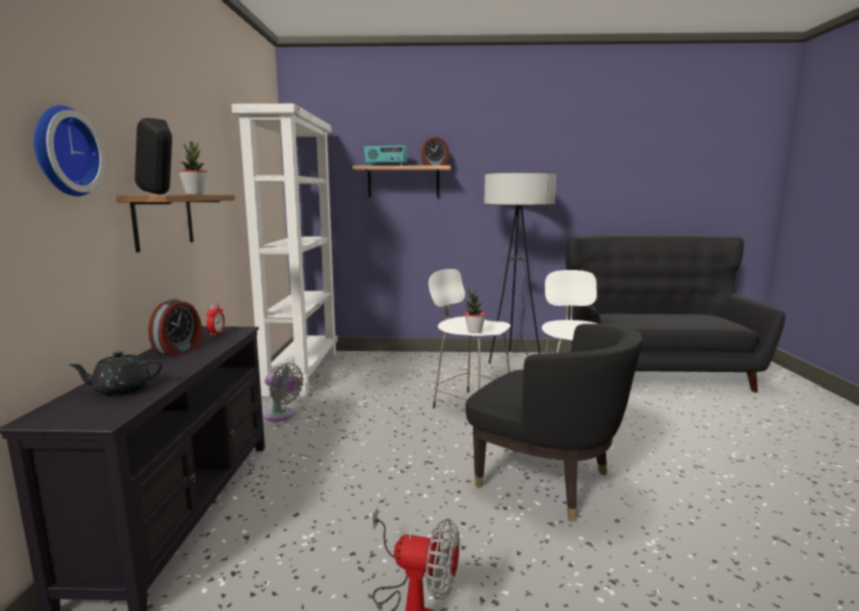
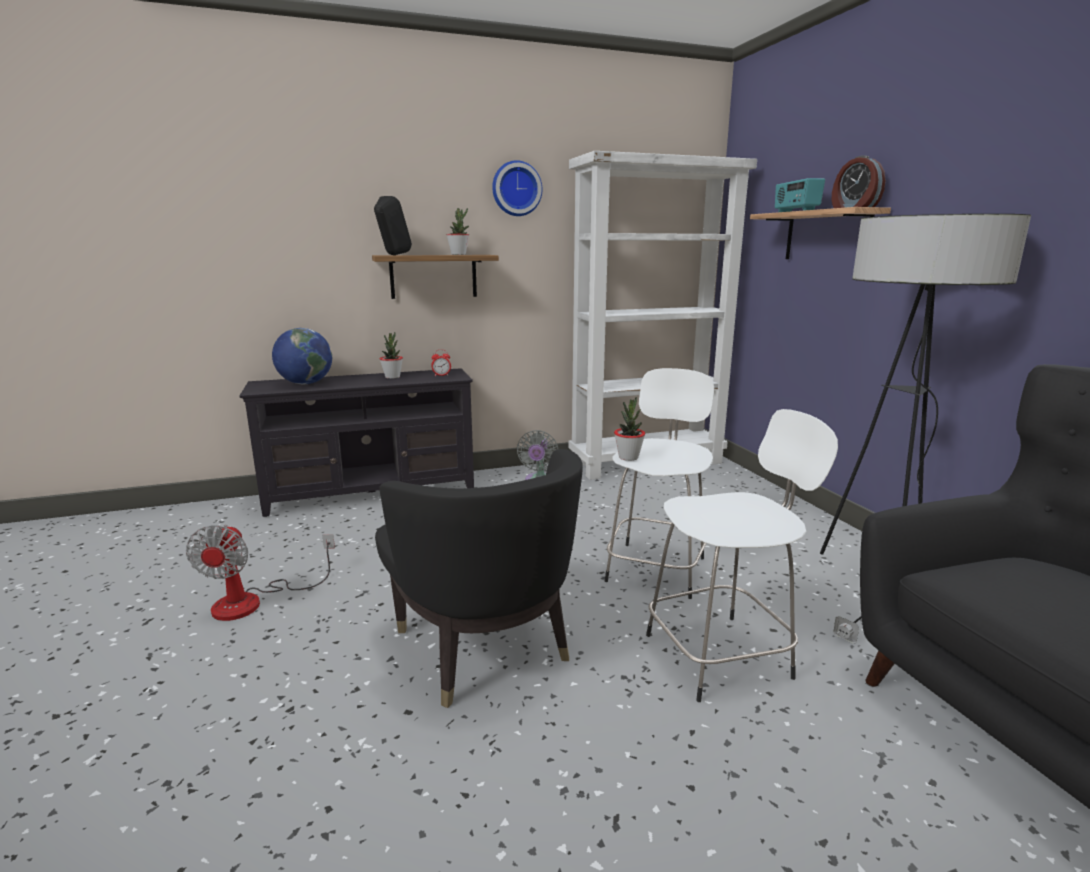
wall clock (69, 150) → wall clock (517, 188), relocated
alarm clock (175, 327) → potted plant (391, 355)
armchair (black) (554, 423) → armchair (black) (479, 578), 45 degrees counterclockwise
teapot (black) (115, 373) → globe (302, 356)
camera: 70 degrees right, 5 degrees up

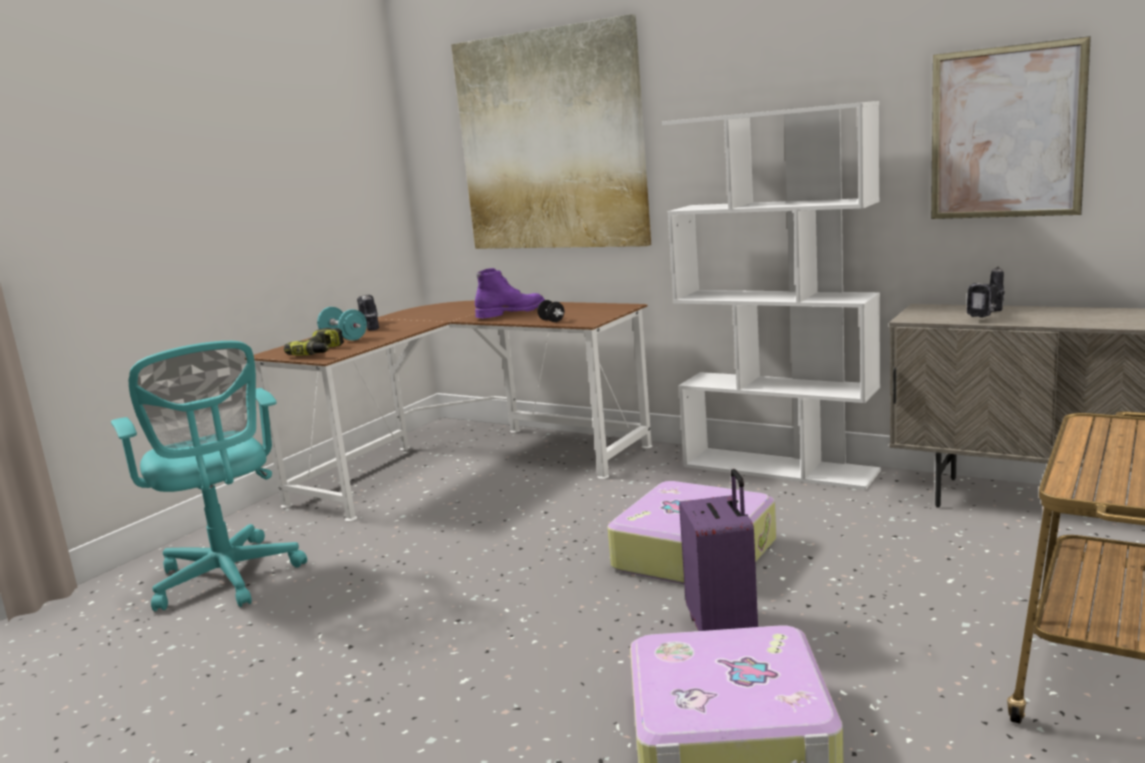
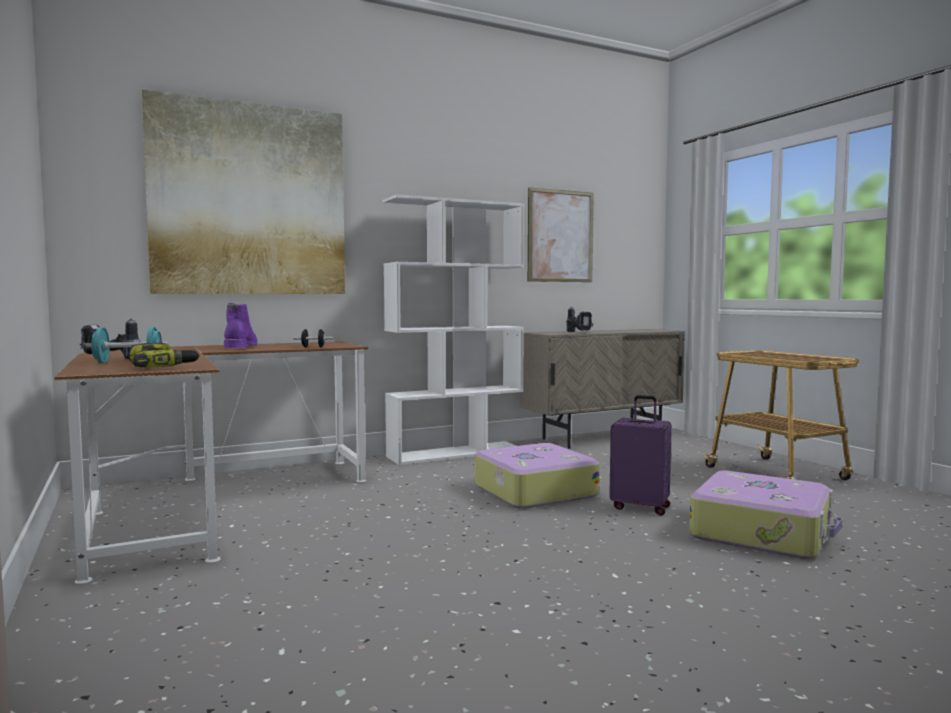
office chair (turquoise) (209, 476) → -
camera: 60 degrees left, 10 degrees down

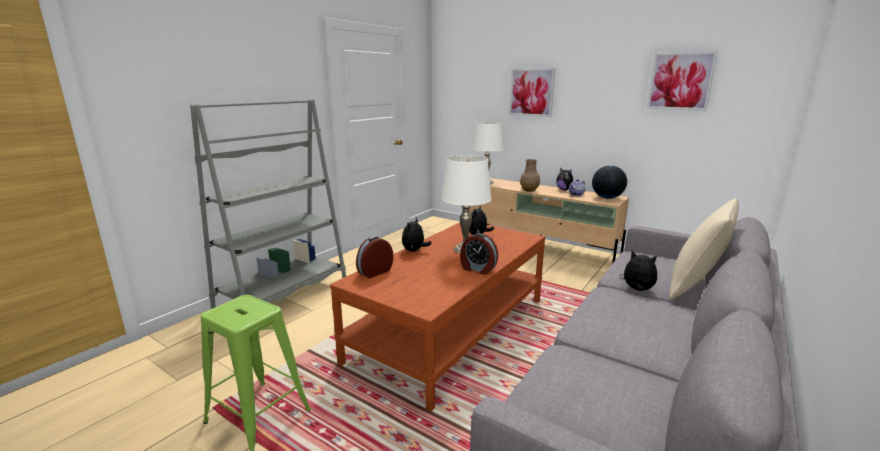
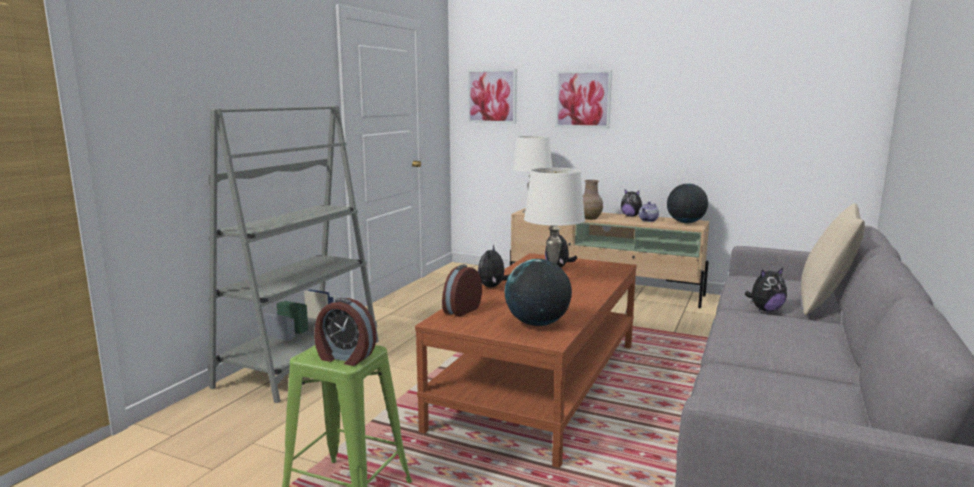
picture (682, 81) → picture (492, 96), relocated
alarm clock (479, 254) → alarm clock (345, 332), relocated
plush toy (638, 271) → plush toy (766, 289), 135 degrees clockwise
- → globe (538, 292)
camera: 10 degrees left, 5 degrees down

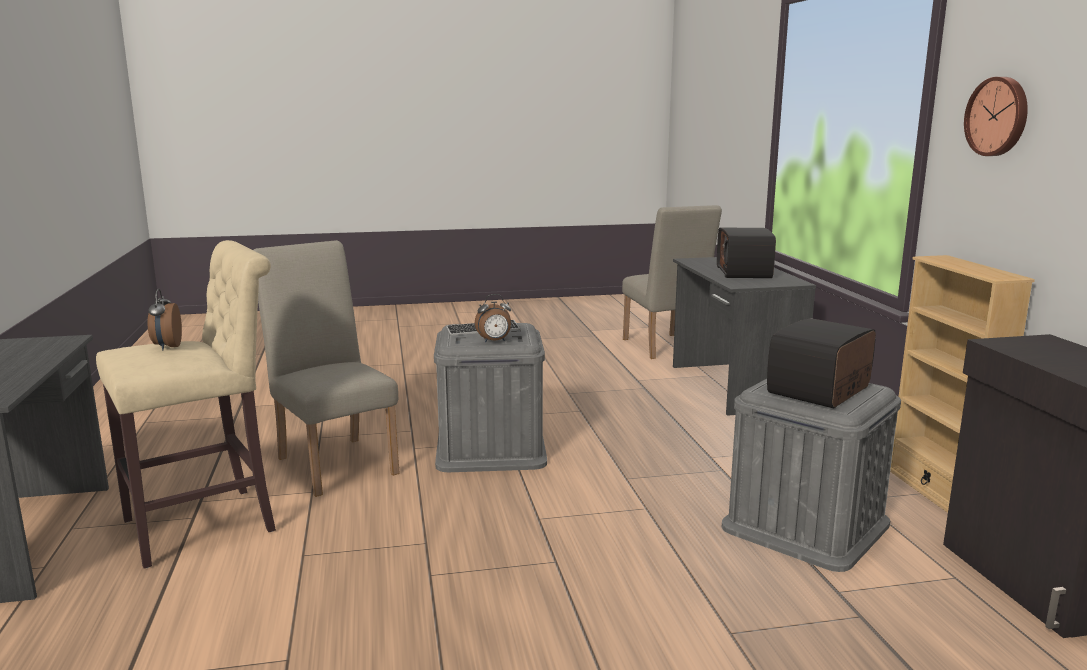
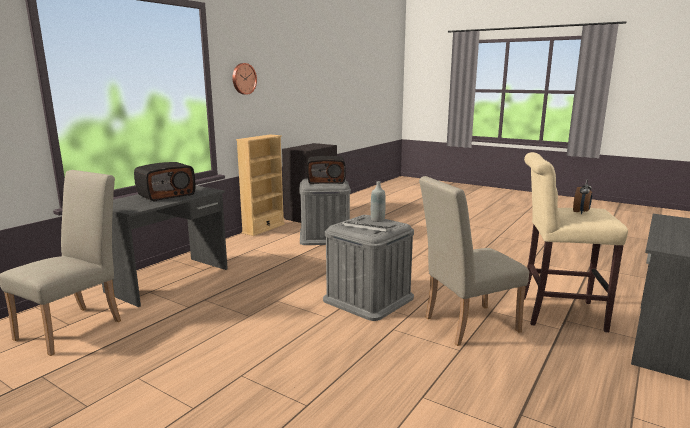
chair (beige) (327, 368) → chair (beige) (474, 261), 60 degrees clockwise
alarm clock (493, 318) → bottle (grey) (378, 201)
camera: 135 degrees left, 0 degrees up

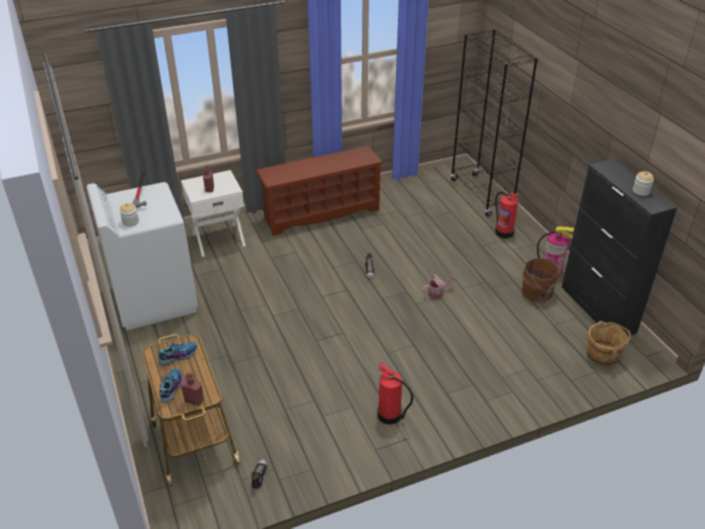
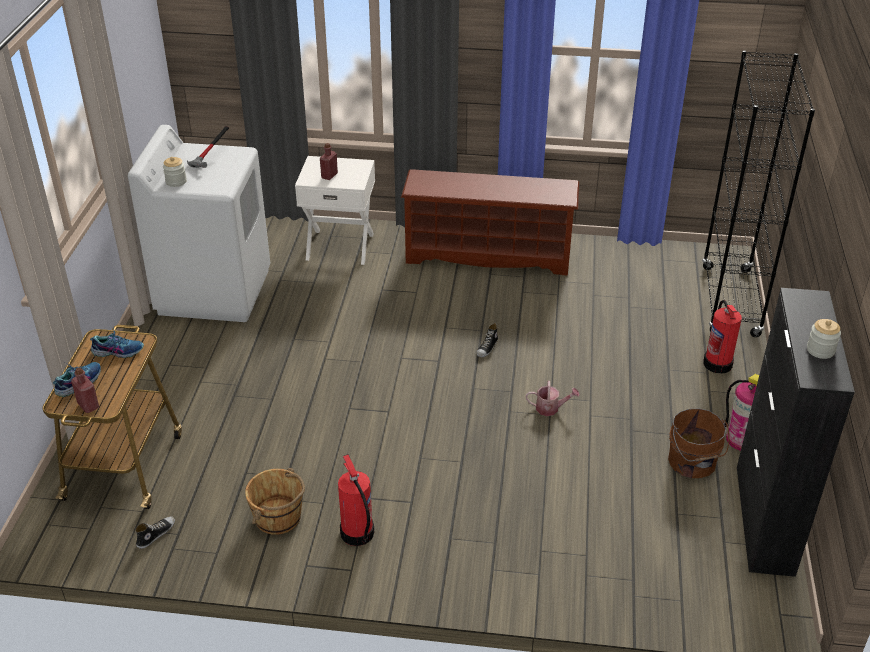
bucket (brown) (609, 343) → bucket (brown) (275, 501), relocated
camera: 30 degrees right, 0 degrees up

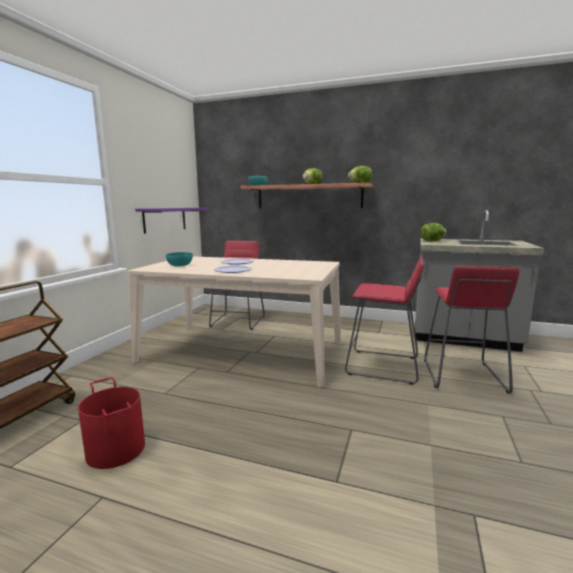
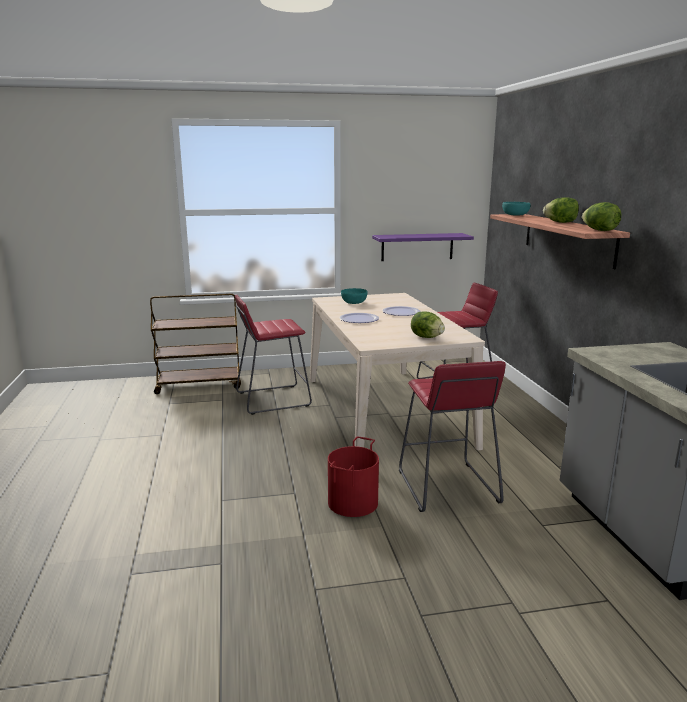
lettuce (434, 232) → lettuce (428, 325), relocated
stool (red) (472, 330) → stool (red) (273, 354), relocated
bucket (red) (111, 423) → bucket (red) (353, 476), relocated
camera: 60 degrees right, 5 degrees up

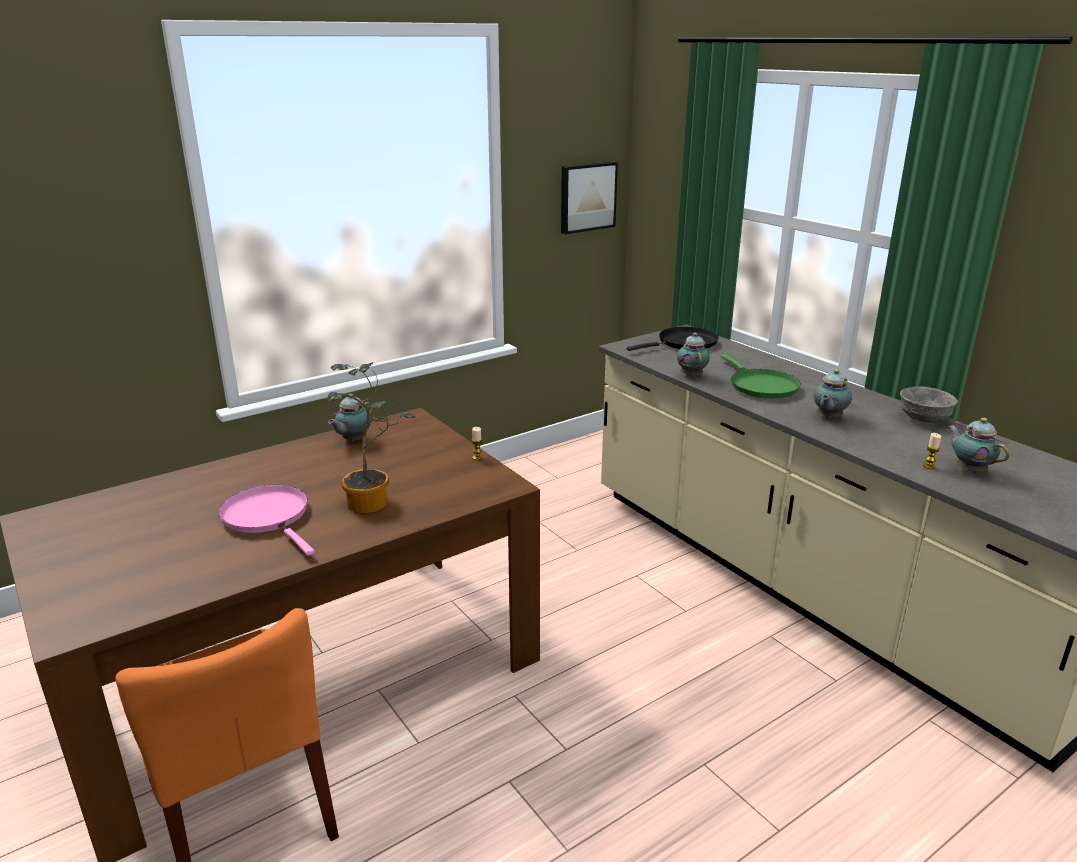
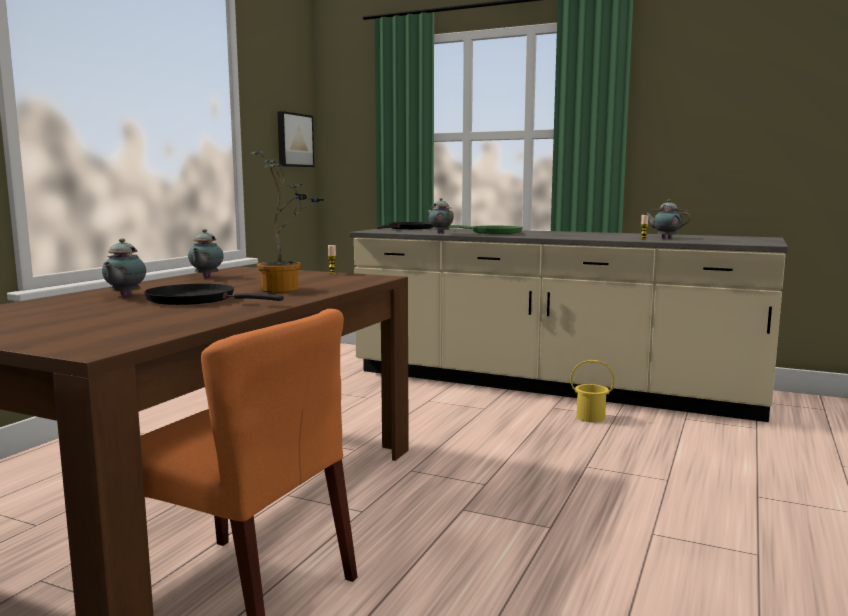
teapot (833, 394) → teapot (124, 267), relocated
bowl (grey) (929, 404) → -
frying pan (pink) (267, 520) → frying pan (black) (214, 294)
- → bucket (yellow) (592, 391)
camera: 30 degrees left, 15 degrees down

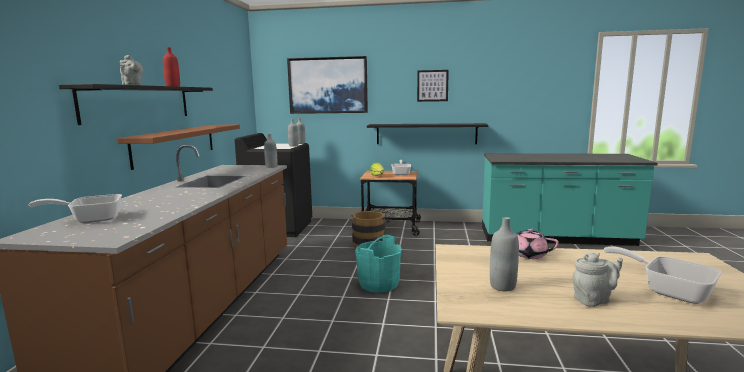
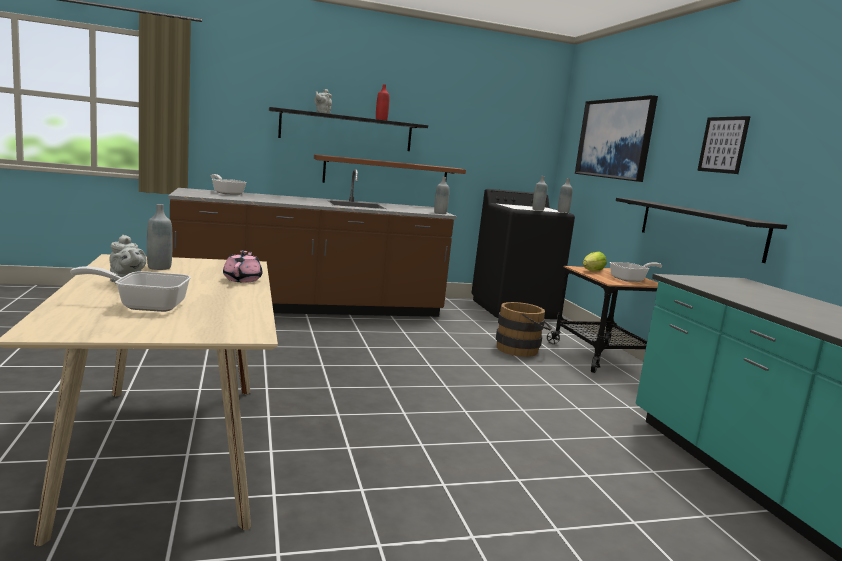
bucket (turquoise) (378, 264) → -
frying pan (663, 275) → frying pan (130, 289), 120 degrees counterclockwise
camera: 65 degrees right, 0 degrees up

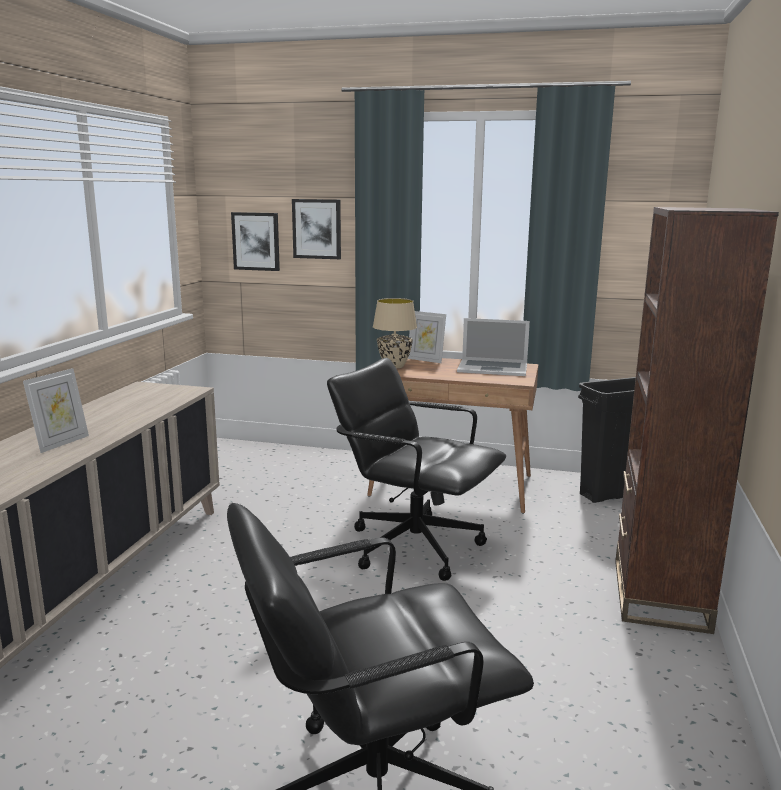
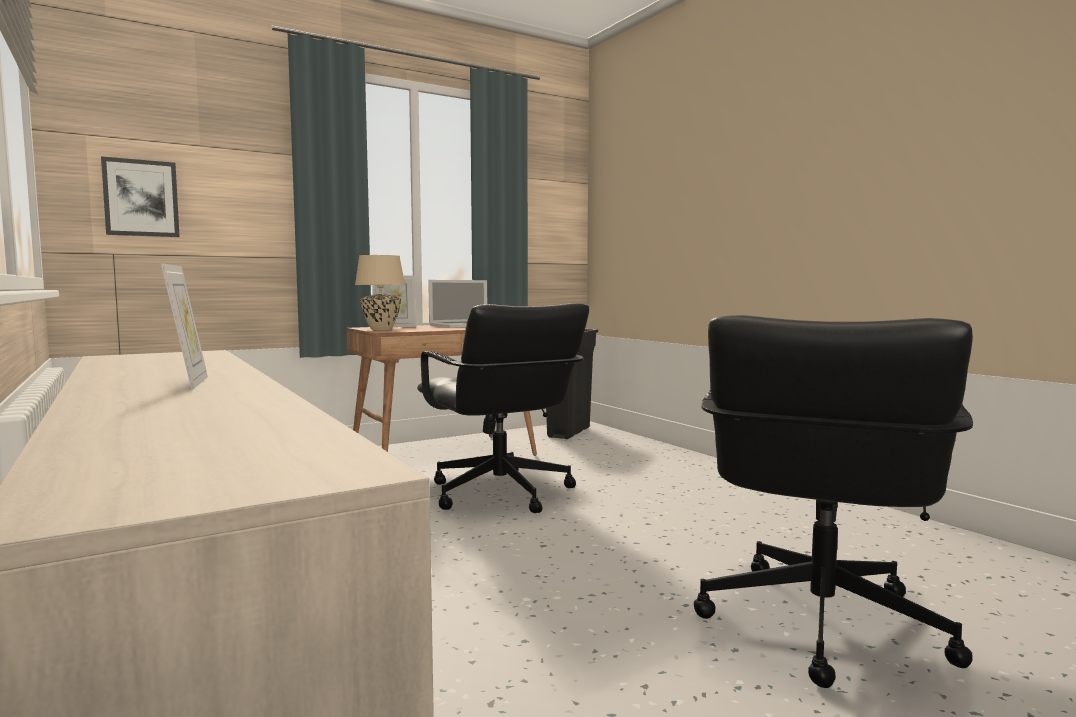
picture (316, 229) → -
bookcase (brown) (697, 420) → -
office chair (black) (416, 469) → office chair (black) (503, 408), 105 degrees counterclockwise
camera: 45 degrees left, 10 degrees down

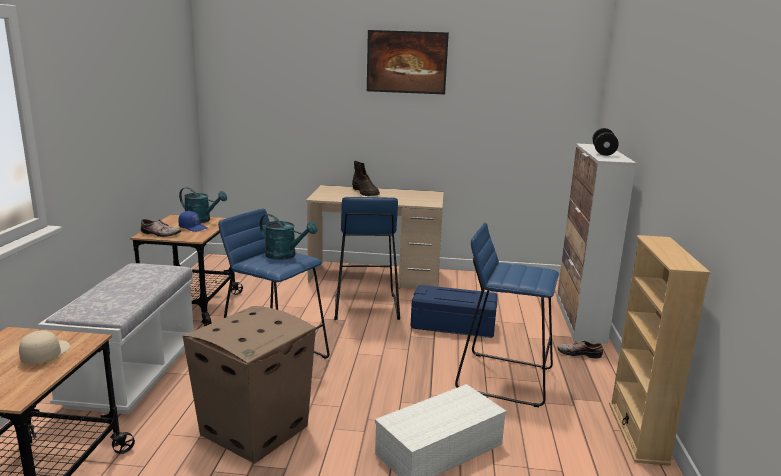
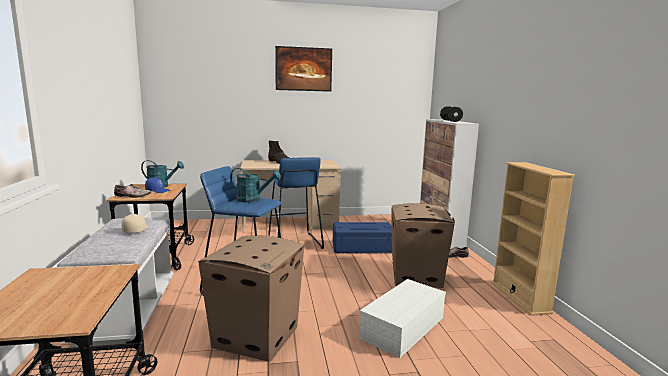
stool (blue) (507, 314) → cardboard box (423, 245)
cap (beige) (45, 347) → cap (beige) (134, 223), relocated
camera: 15 degrees left, 5 degrees down

